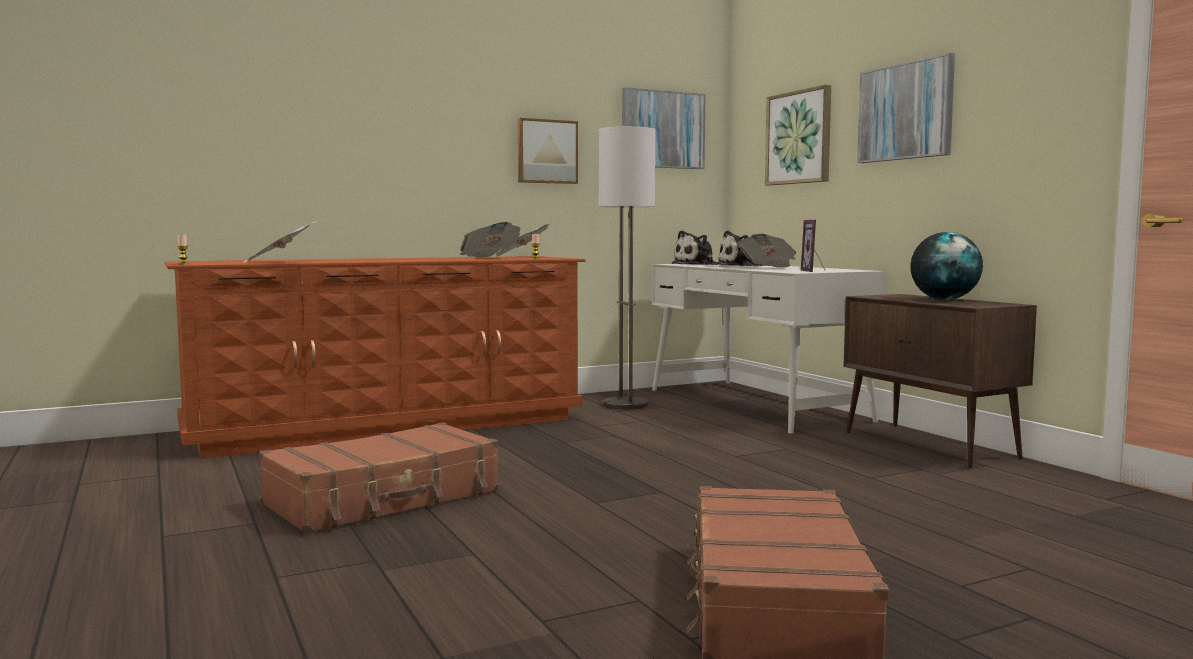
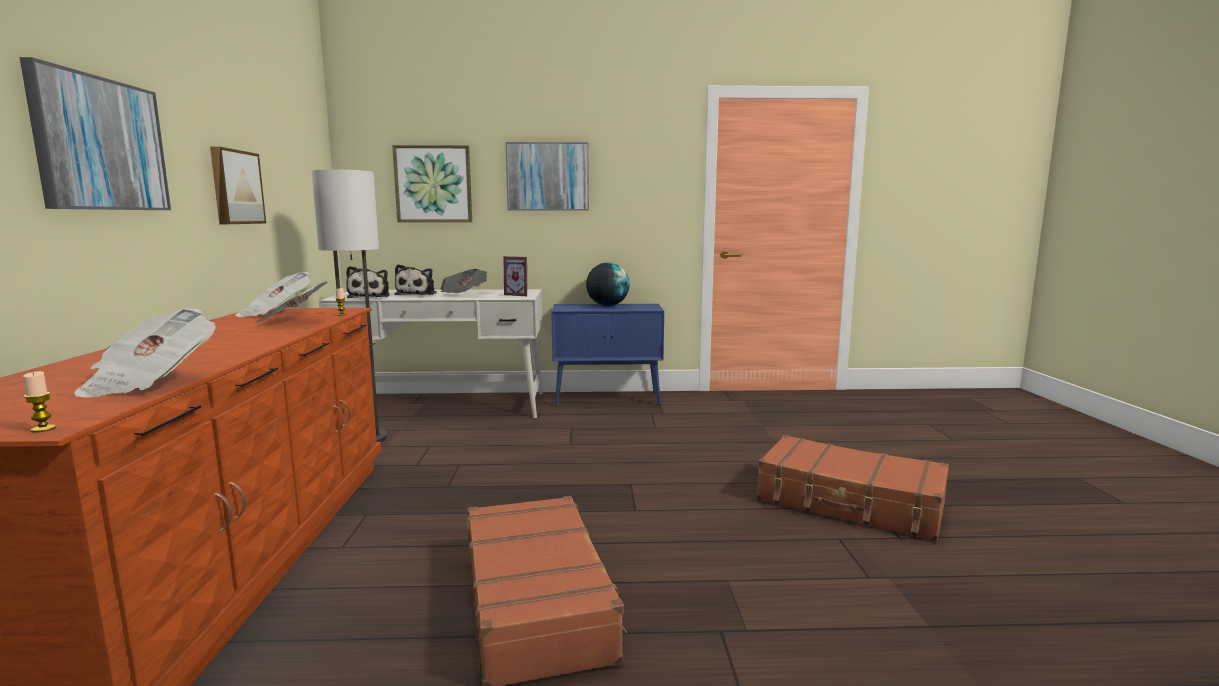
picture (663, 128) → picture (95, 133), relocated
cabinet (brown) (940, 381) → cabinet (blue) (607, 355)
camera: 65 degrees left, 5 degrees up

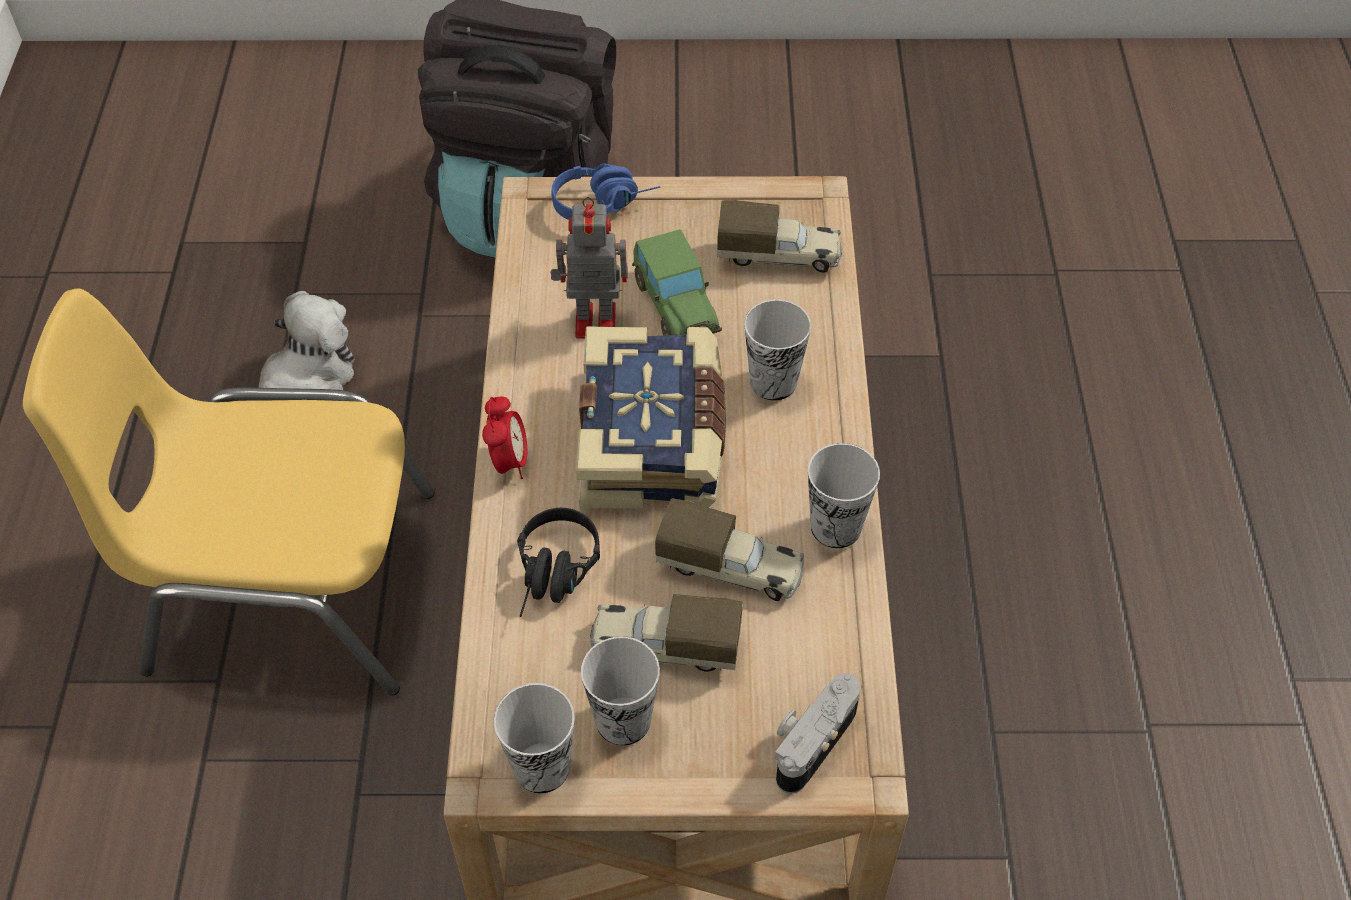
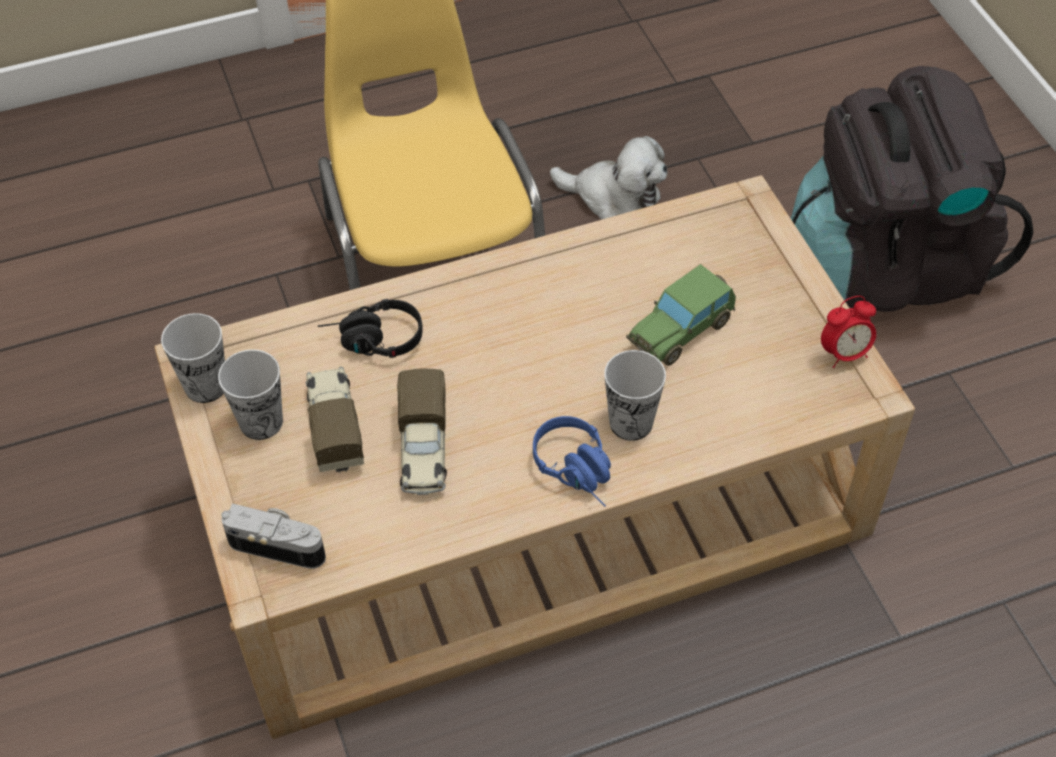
headphones (blue) (606, 192) → headphones (blue) (572, 461), relocated
toy robot (589, 268) → -
toy truck (779, 236) → -
book (651, 417) → -
alarm clock (504, 437) → alarm clock (848, 332), relocated
cup (844, 495) → -
camera: 70 degrees right, 0 degrees up

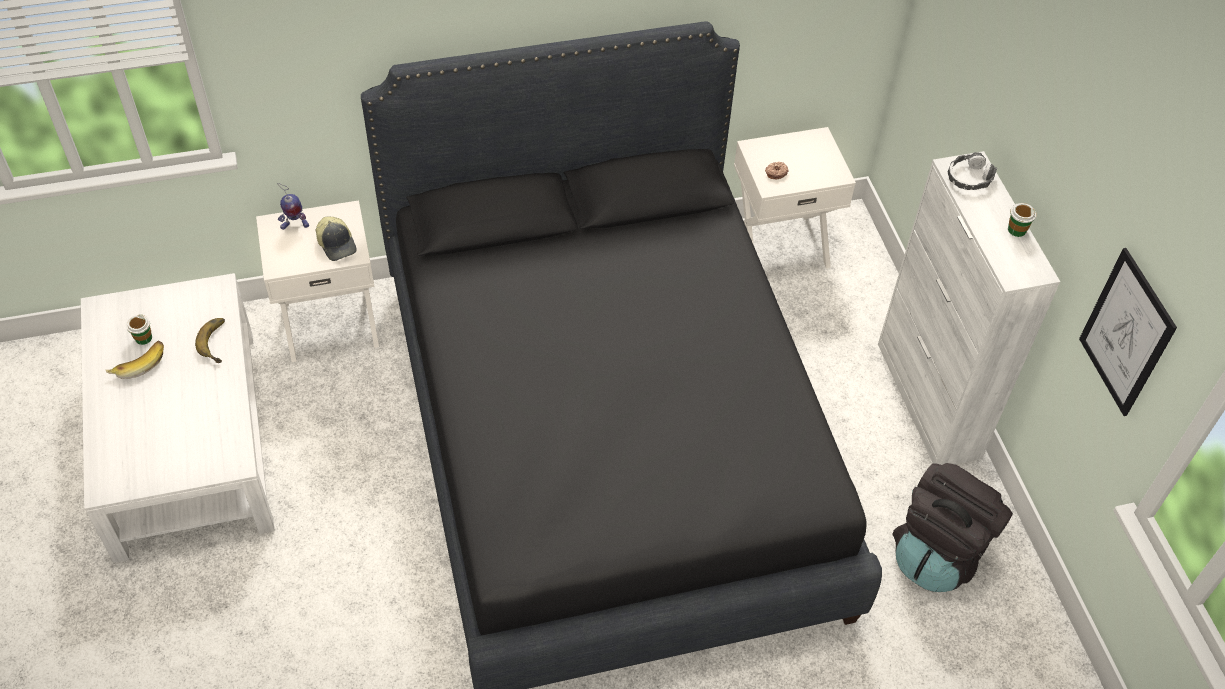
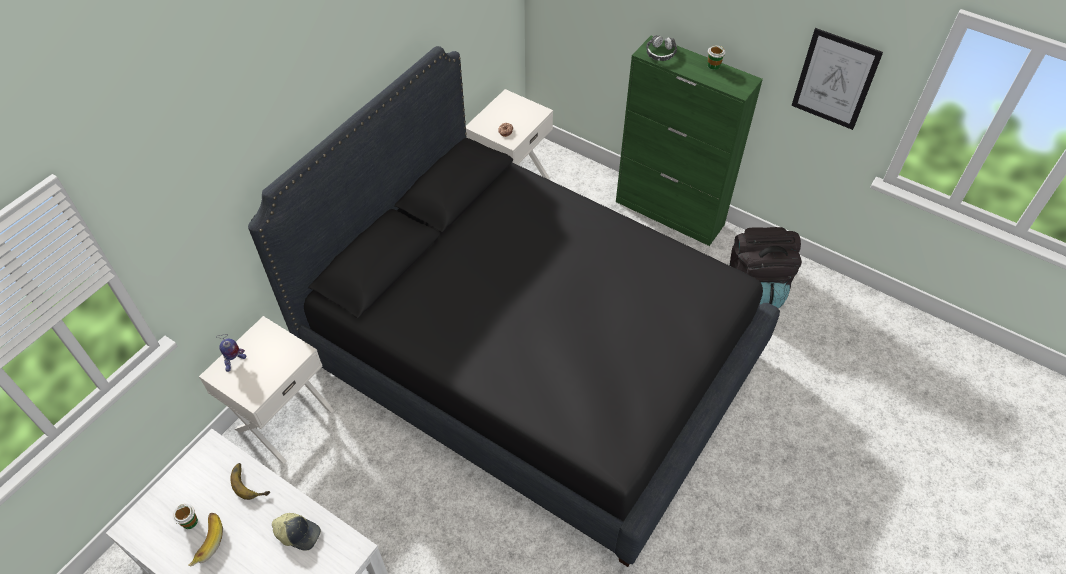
cabinet (white) (969, 308) → cabinet (green) (689, 141)
cap (336, 238) → cap (296, 532), relocated
camera: 40 degrees left, 0 degrees up

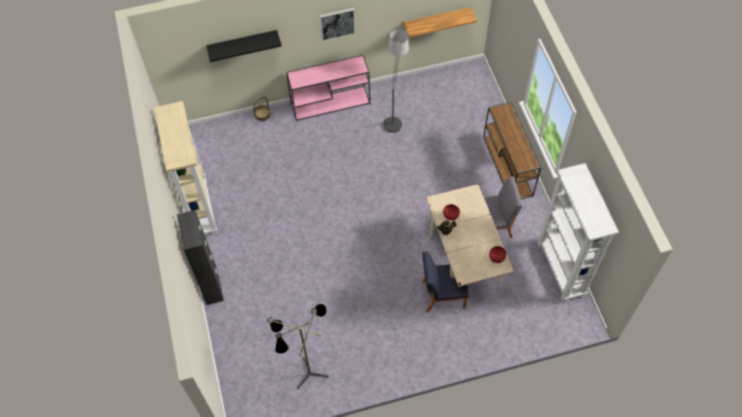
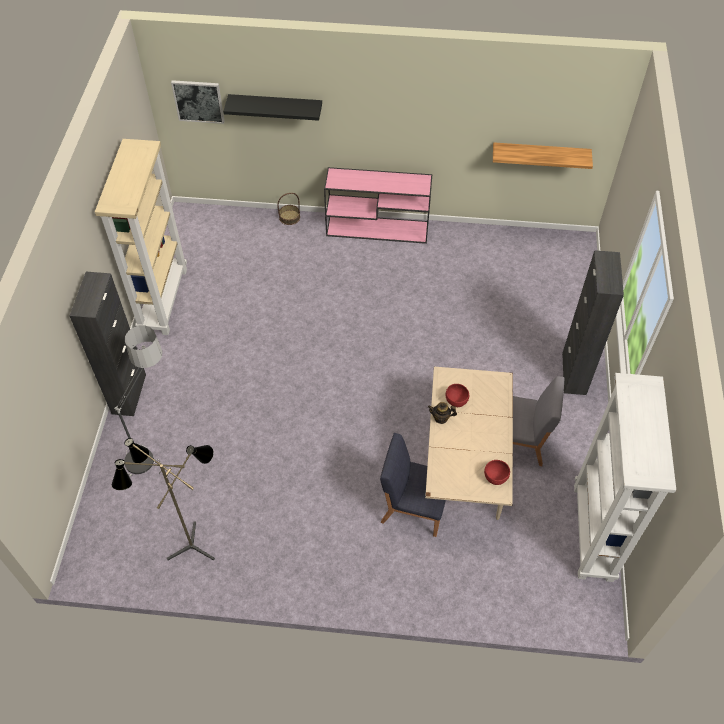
picture (337, 24) → picture (198, 102), relocated
floor lamp (395, 82) → floor lamp (138, 400), relocated
console table (brown) (512, 150) → cabinet (black) (593, 322)
camera: 20 degrees right, 5 degrees down

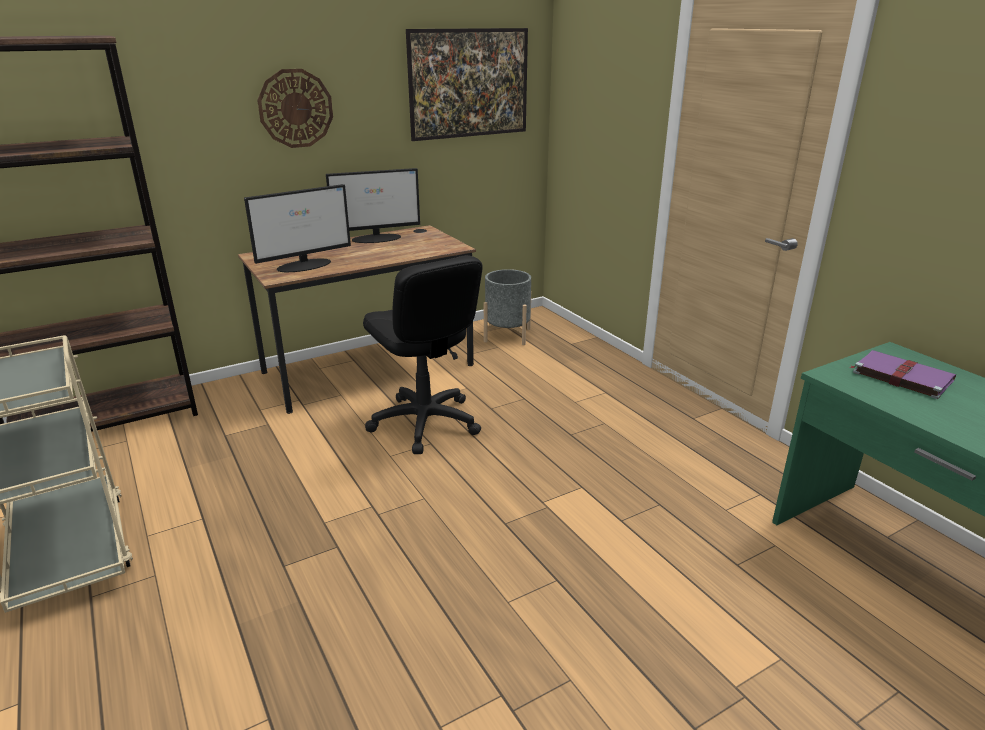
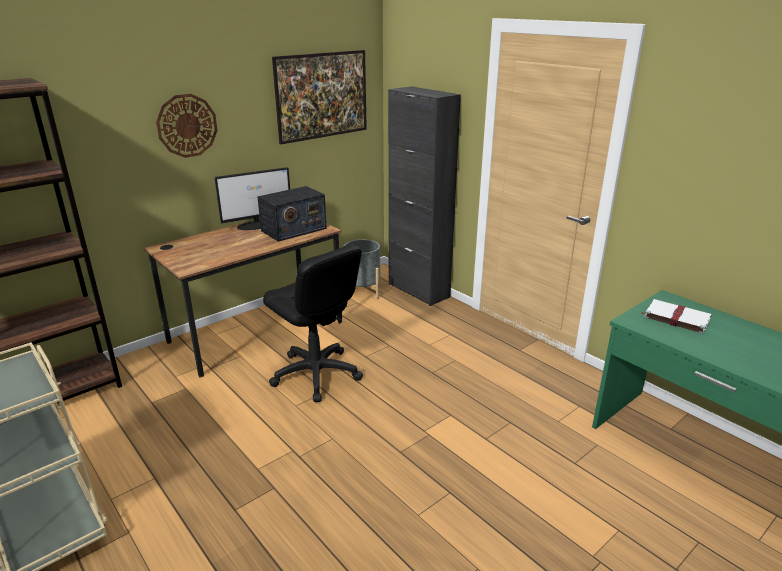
monitor (297, 228) → -
book (purple) (903, 374) → book (white) (676, 316)
- → cabinet (black) (424, 196)
- → radio (292, 214)
camera: 10 degrees left, 0 degrees up

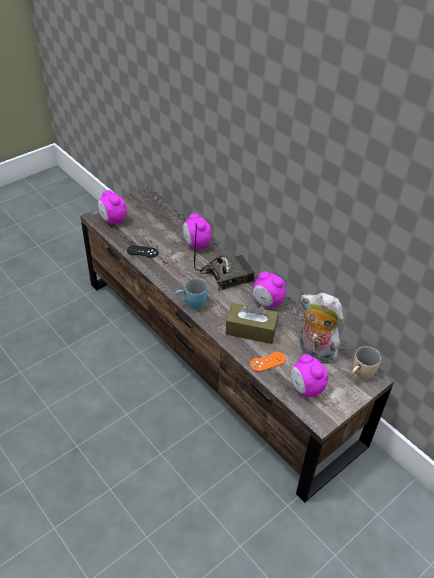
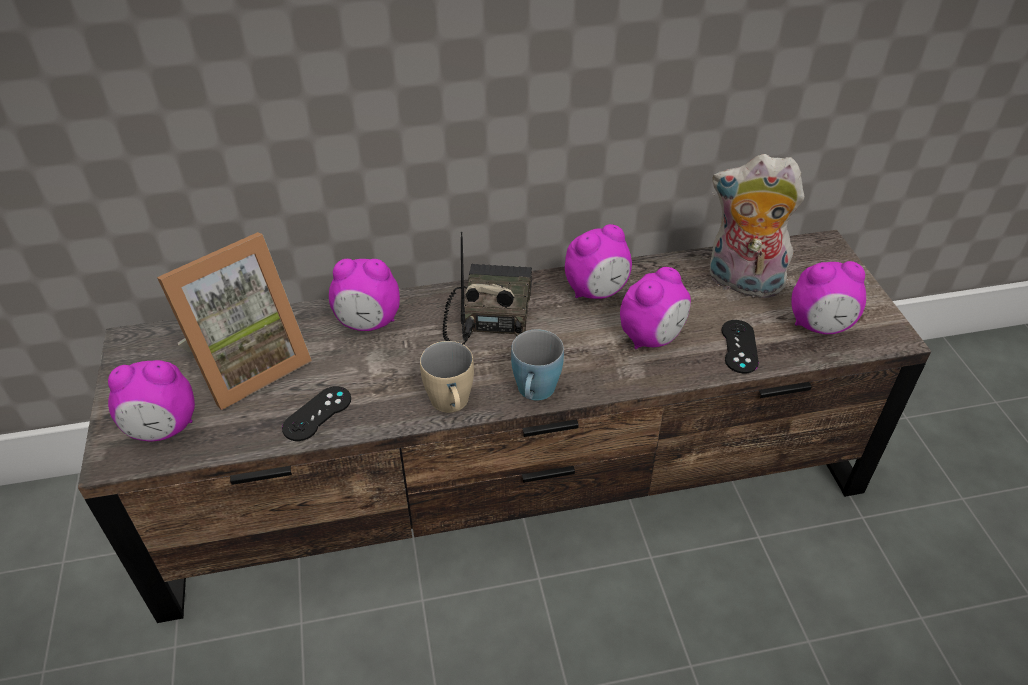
plush toy (321, 328) → plush toy (757, 228), 45 degrees clockwise
tissue box (brown) (252, 323) → alarm clock (655, 308)
mug (beige) (366, 363) → mug (beige) (447, 377), relocated
game controller (orange) (268, 362) → game controller (black) (740, 347)
- → picture frame (234, 321)
camera: 60 degrees left, 0 degrees up

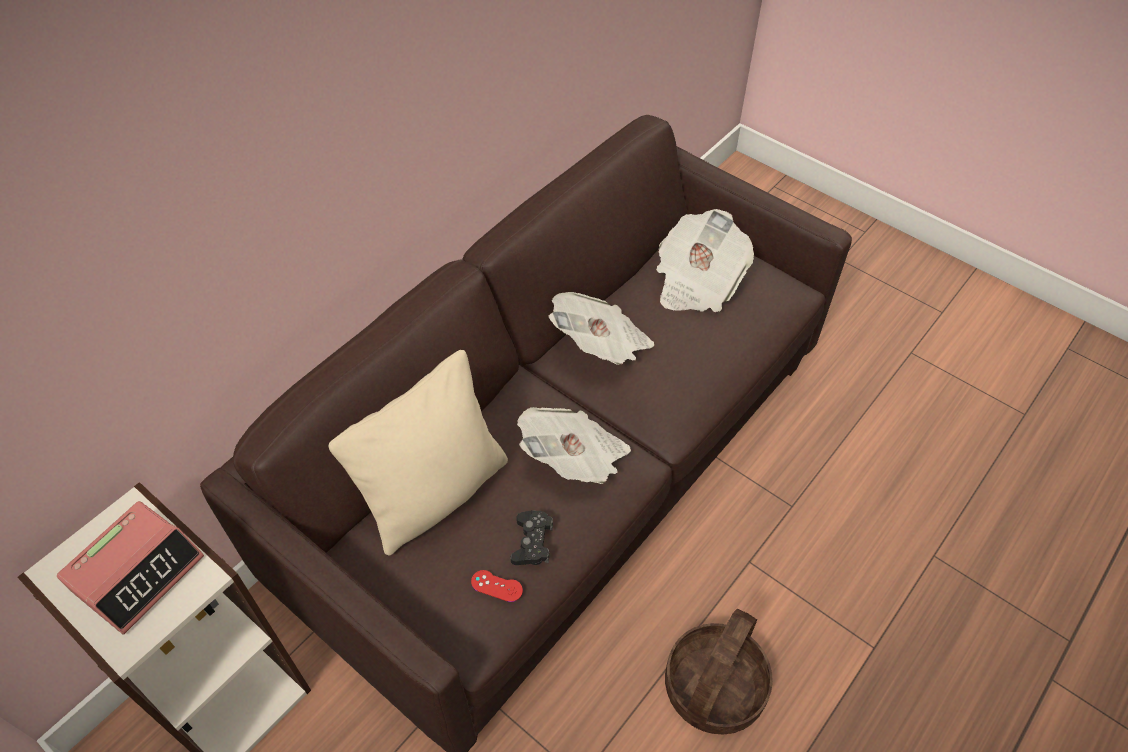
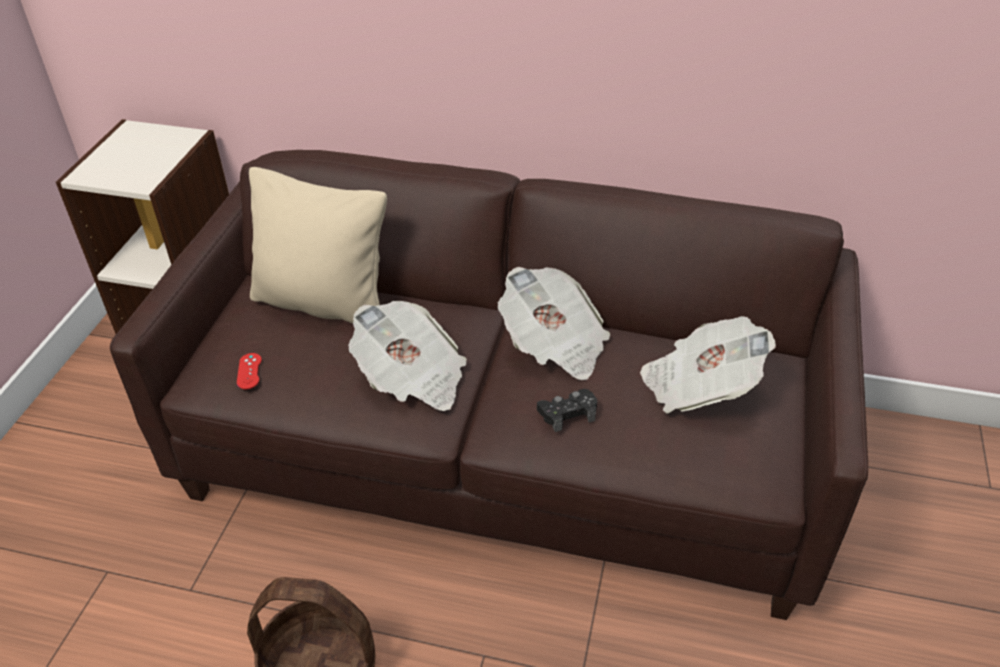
alarm clock (130, 568) → -
game controller (black) (532, 537) → game controller (black) (567, 410), relocated
camera: 65 degrees right, 10 degrees down

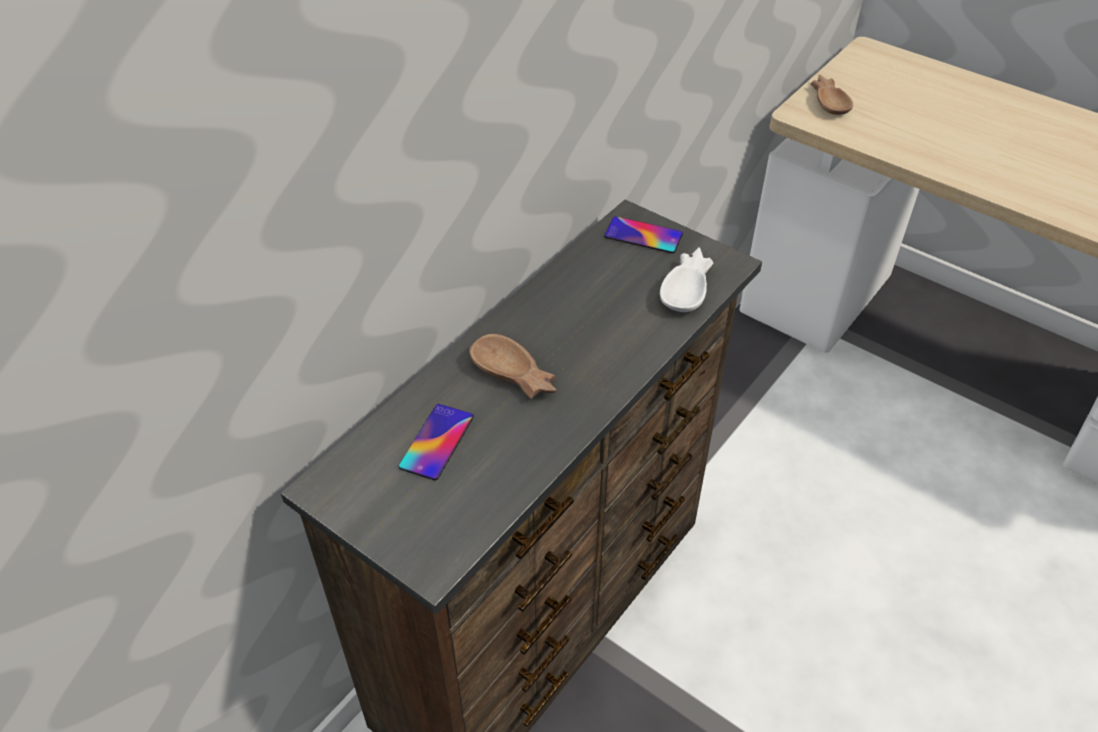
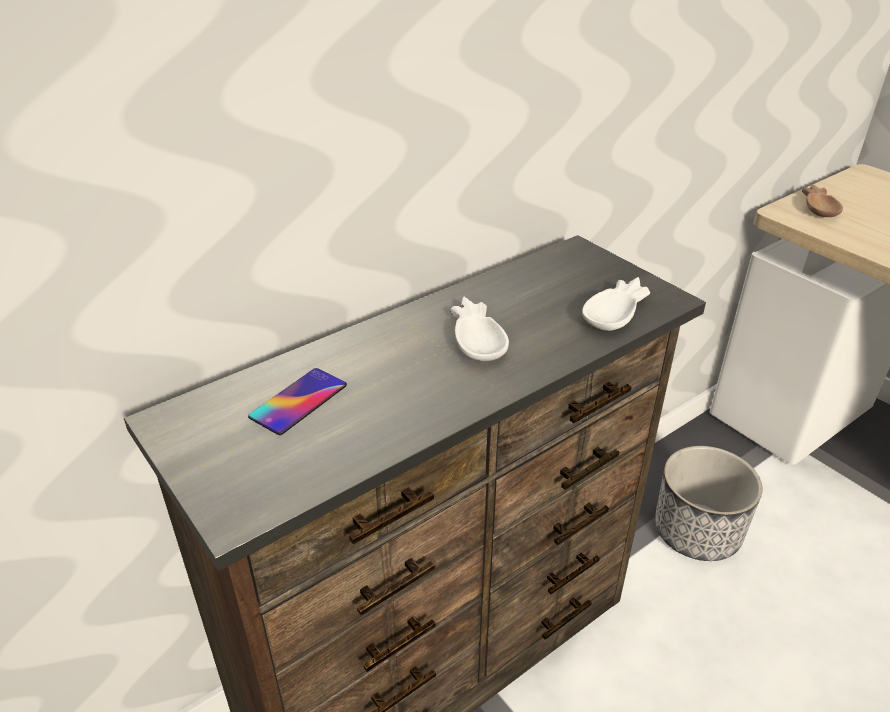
phone (643, 234) → -
bowl (brown) (512, 366) → -
- → bowl (white) (479, 329)
- → planter (709, 503)
camera: 15 degrees right, 10 degrees down

